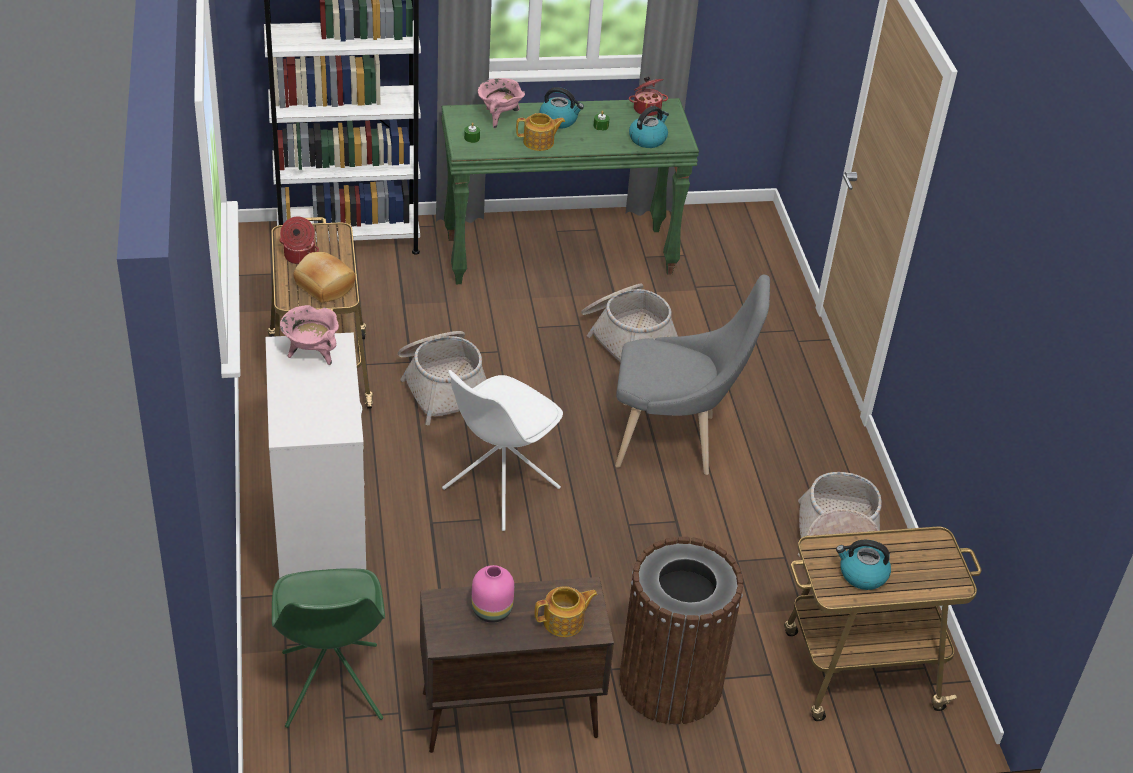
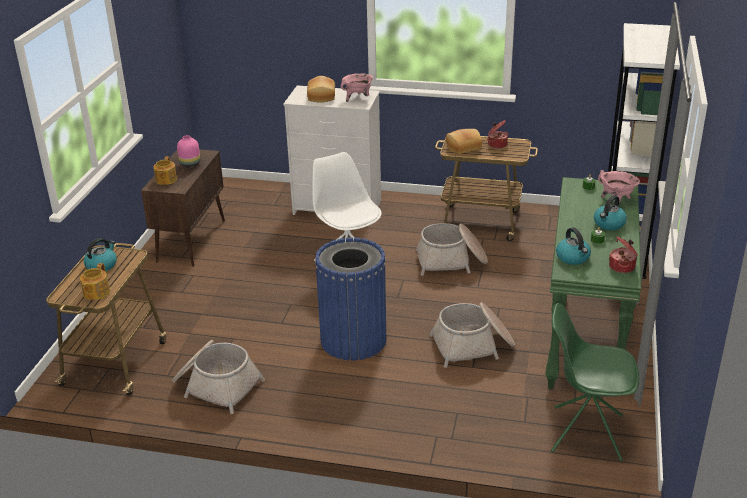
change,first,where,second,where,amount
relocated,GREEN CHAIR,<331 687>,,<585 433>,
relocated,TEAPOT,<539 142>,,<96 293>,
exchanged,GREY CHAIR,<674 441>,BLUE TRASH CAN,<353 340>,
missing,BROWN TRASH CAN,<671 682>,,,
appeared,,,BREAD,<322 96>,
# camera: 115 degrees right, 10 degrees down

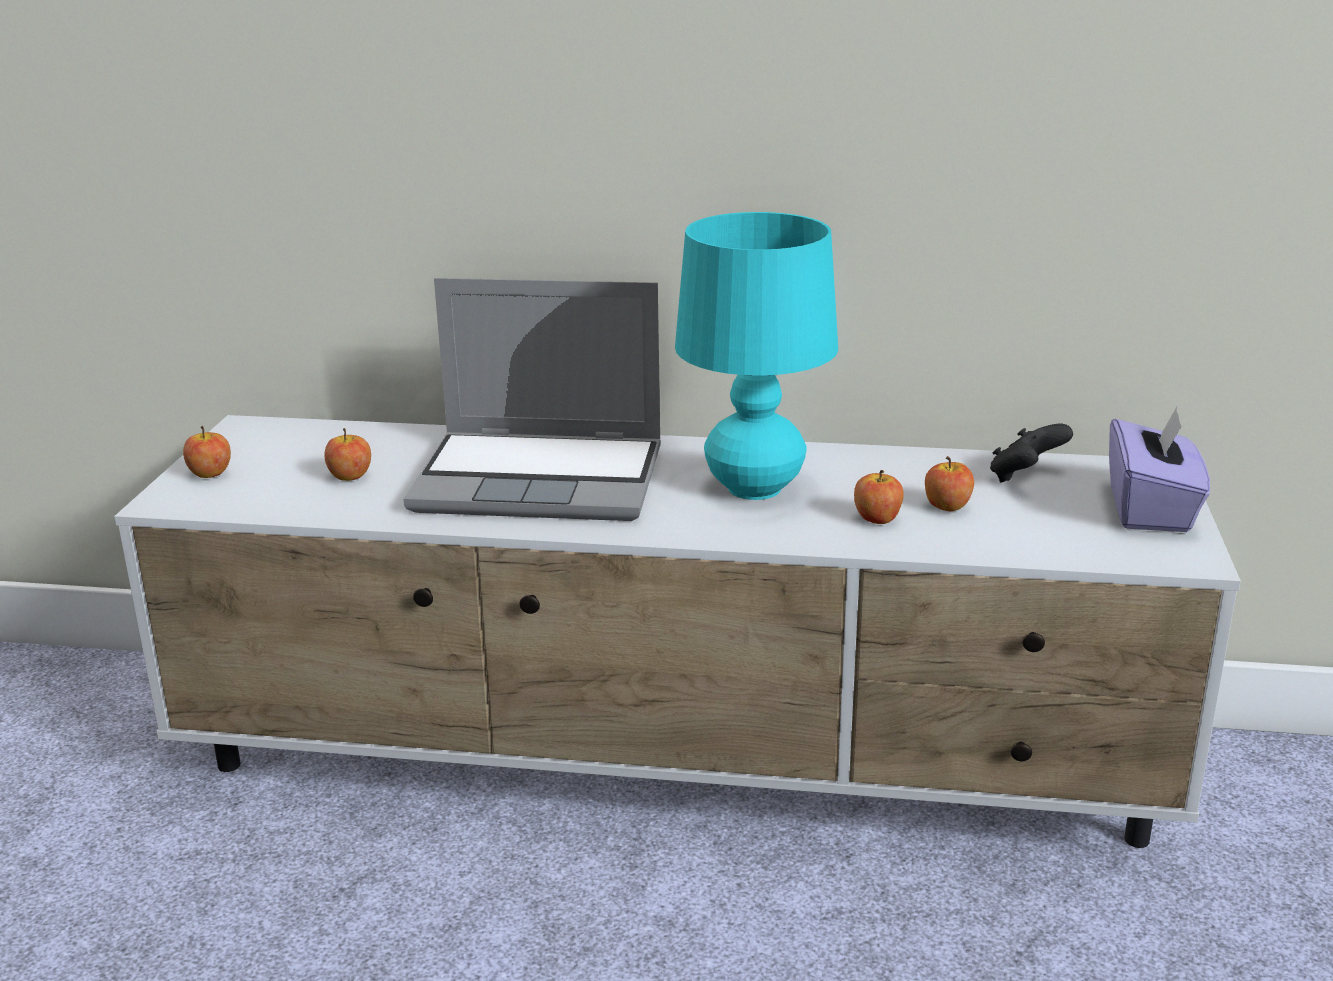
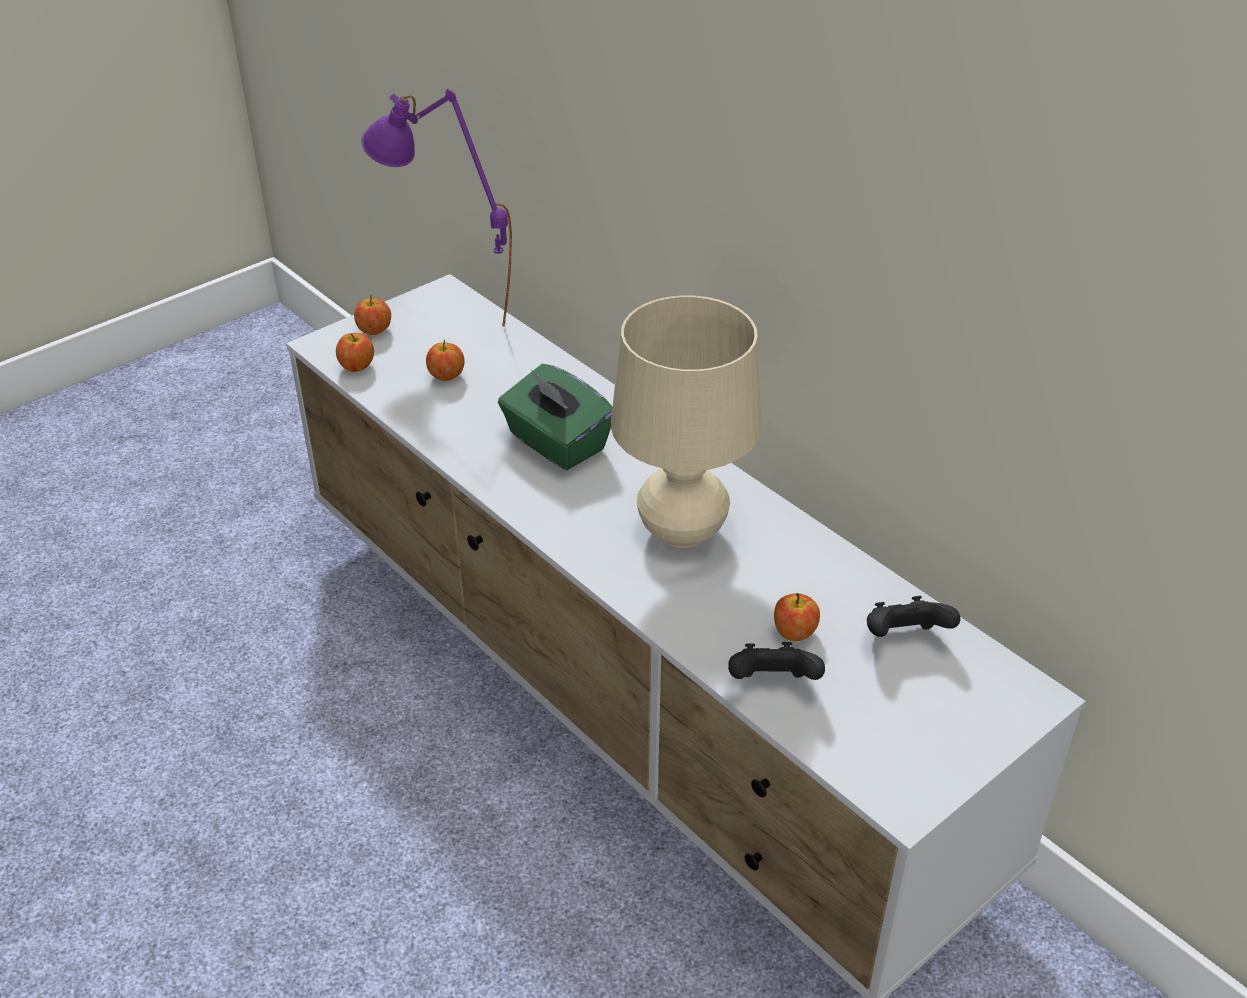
change,first,where,second,where,amount
exchanged,LAPTOP,<543 479>,GREEN TISSUE BOX,<556 443>,
colour,TURQUOISE TABLE LAMP,<754 488>,BEIGE TABLE LAMP,<681 532>,
relocated,APPLE,<877 518>,,<357 366>,
missing,PURPLE TISSUE BOX,<1151 509>,,,
appeared,,,PURPLE TABLE LAMP,<448 318>,
appeared,,,BLACK GAME CONTROLLER,<772 684>,
# camera: 40 degrees right, 15 degrees up

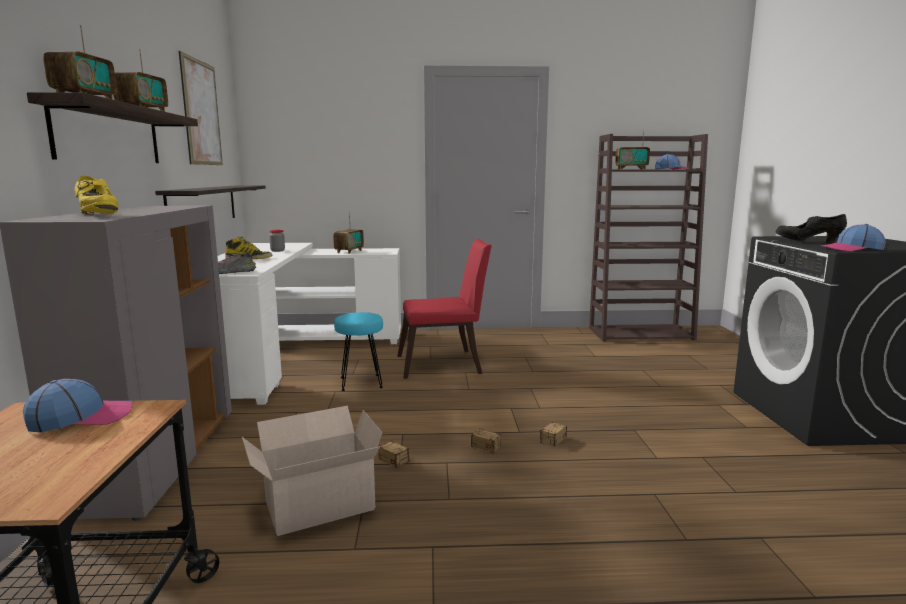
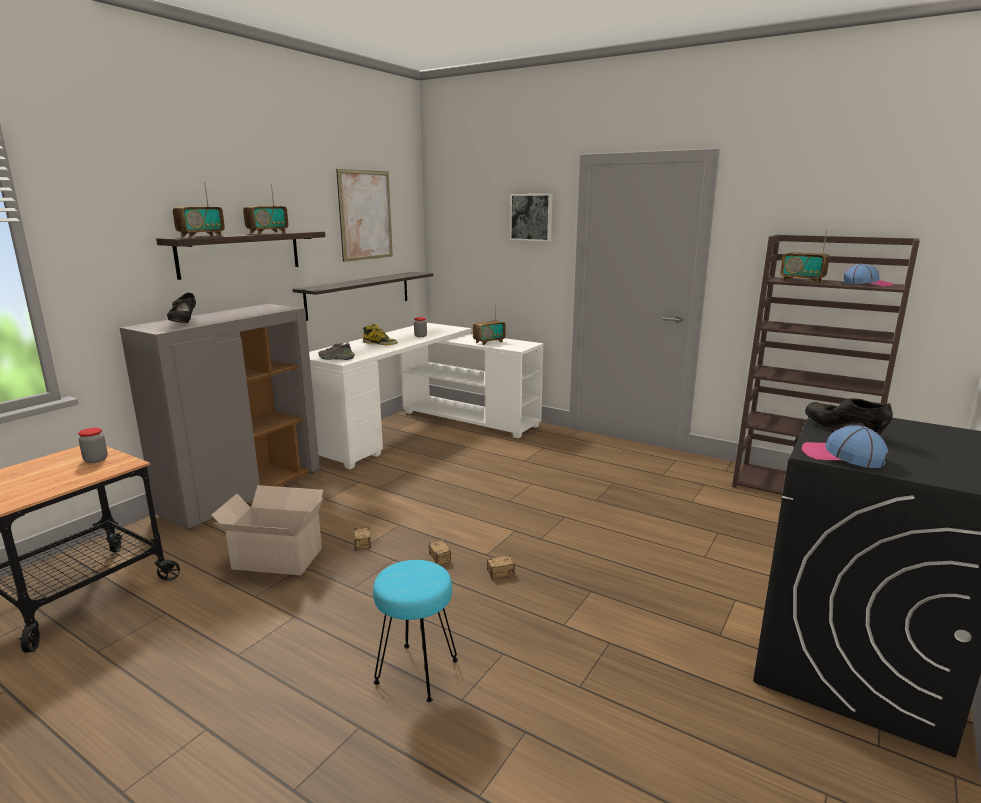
change,first,where,second,where,amount
exchanged,CAP,<81 417>,JAR,<96 460>,
colour,YELLOW SHOE,<97 215>,BLACK SHOE,<184 322>,
relocated,TURQUOISE STOOL,<361 383>,,<416 673>,
missing,RED CHAIR,<445 364>,,,
appeared,,,PICTURE,<531 217>,
# camera: 35 degrees right, 5 degrees up

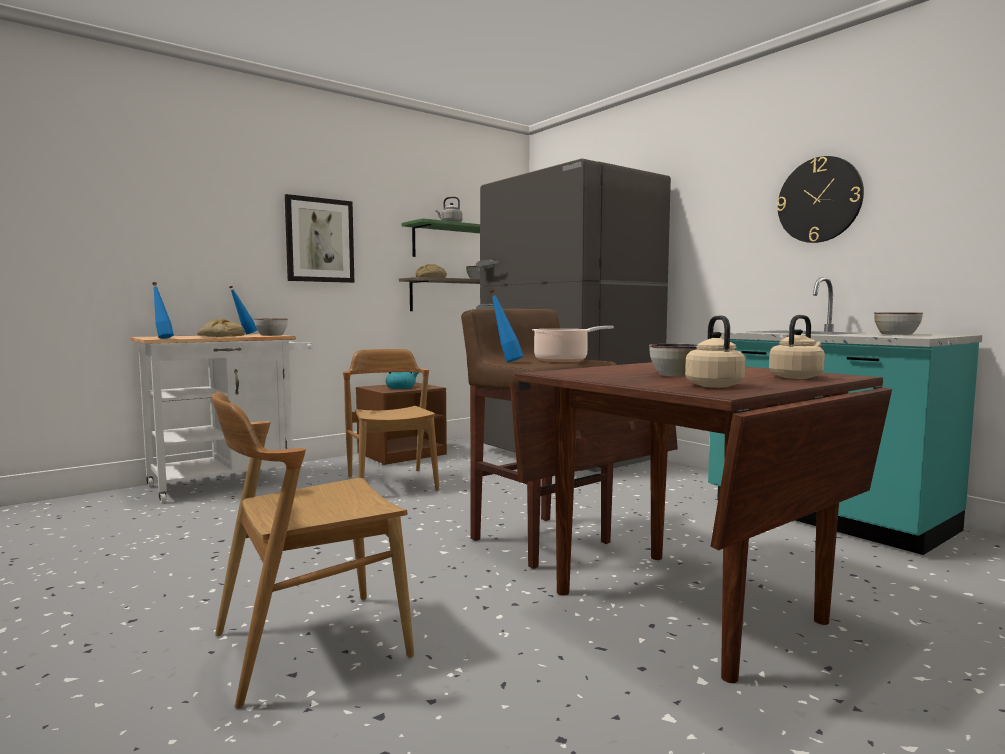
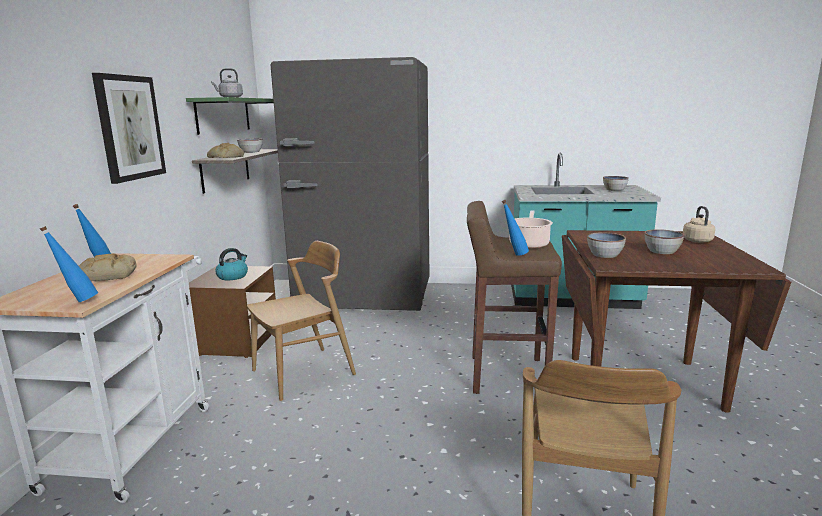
change,first,where,second,where,amount
relocated,BOWL,<271 335>,,<605 255>,
spun,BROWN CHAIR,<392 483>,,<304 373>,120 degrees clockwise
missing,BEIGE KETTLE,<712 385>,,,
missing,WALL CLOCK,<819 200>,,,
# camera: 45 degrees left, 10 degrees up

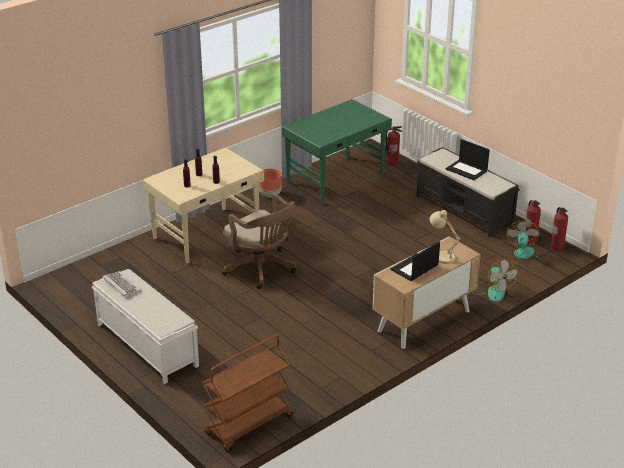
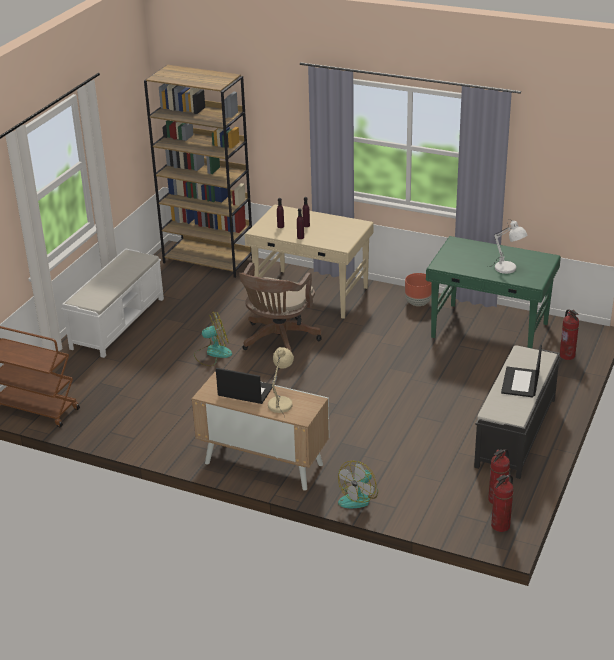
change,first,where,second,where,amount
missing,KEYBOARD,<121 285>,,,
relocated,FAN,<524 256>,,<212 353>,
appeared,,,BROWN BOOKCASE,<209 260>,
appeared,,,WHITE TABLE LAMP,<507 269>,
# camera: 65 degrees right, 0 degrees up

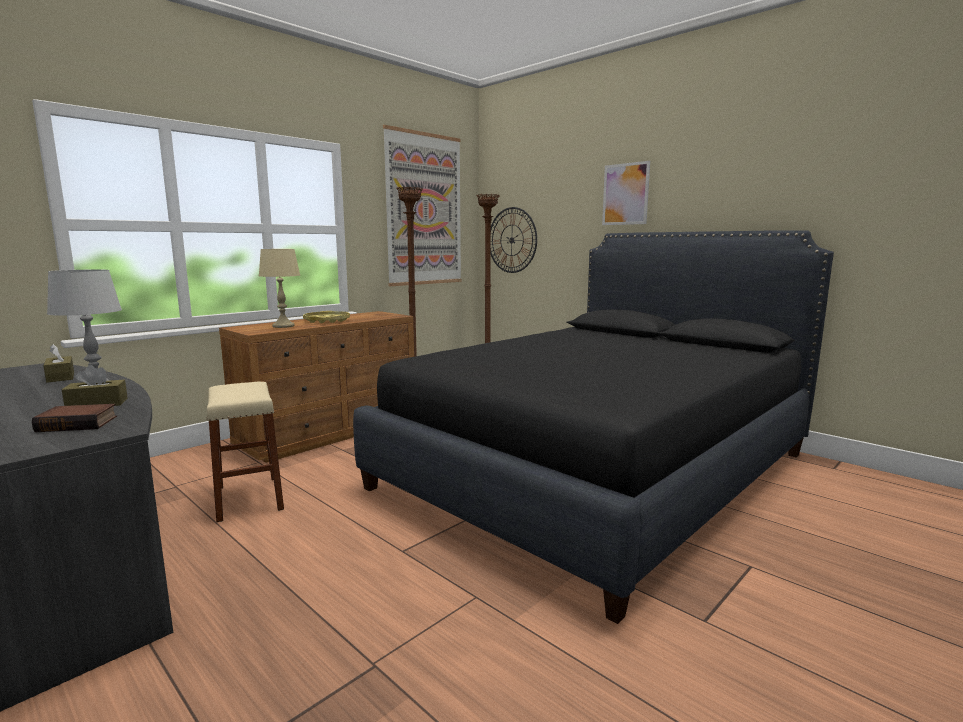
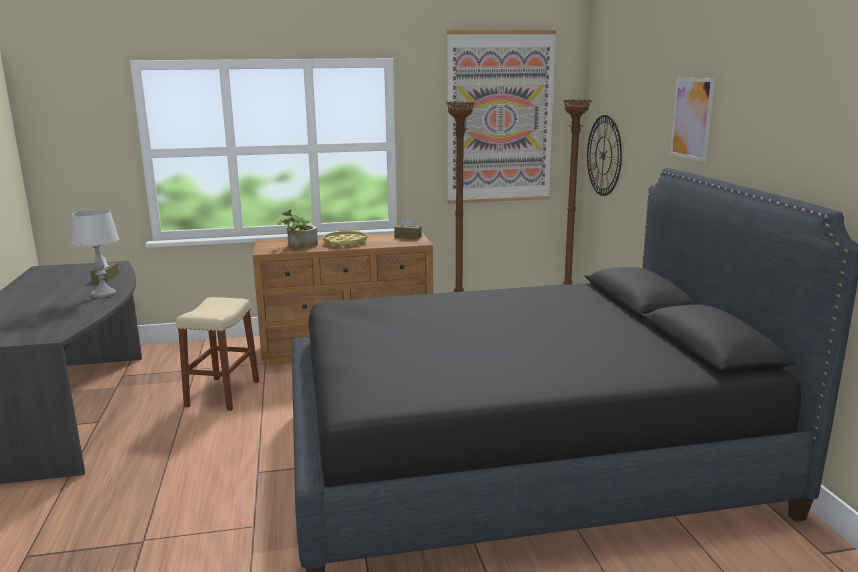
change,first,where,second,where,amount
missing,BOOK,<79 423>,,,
relocated,BROWN TISSUE BOX,<97 404>,,<408 237>,
exchanged,BEIGE TABLE LAMP,<283 326>,POTTED PLANT,<298 246>,
# camera: 35 degrees right, 5 degrees up

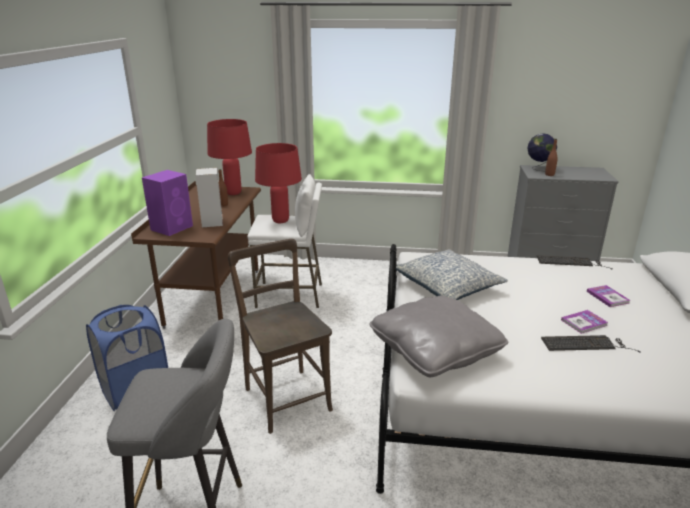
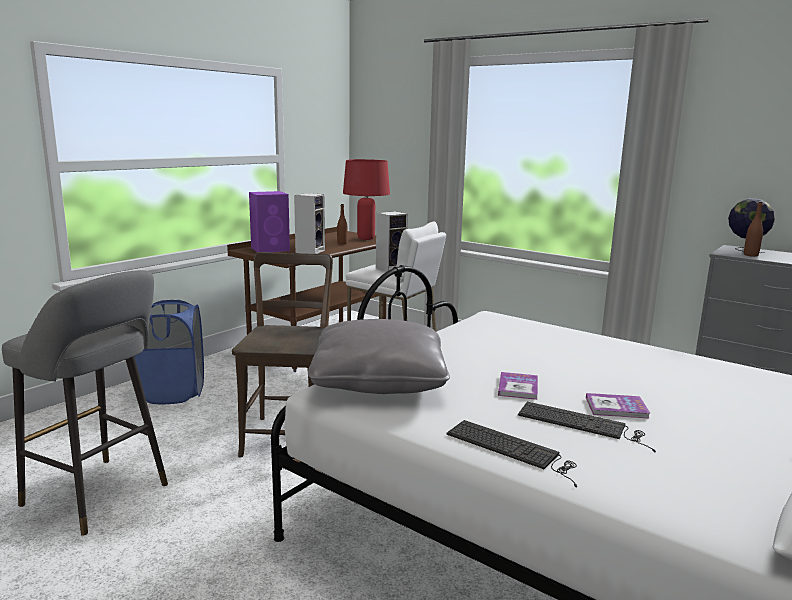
change,first,where,second,where,amount
exchanged,RED TABLE LAMP,<280 221>,SPEAKER,<391 268>,
missing,PILLOW,<448 286>,,,
relocated,KEYBOARD,<571 262>,,<513 450>,
relocated,BOOK,<607 297>,,<518 387>,
# camera: 30 degrees right, 10 degrees down

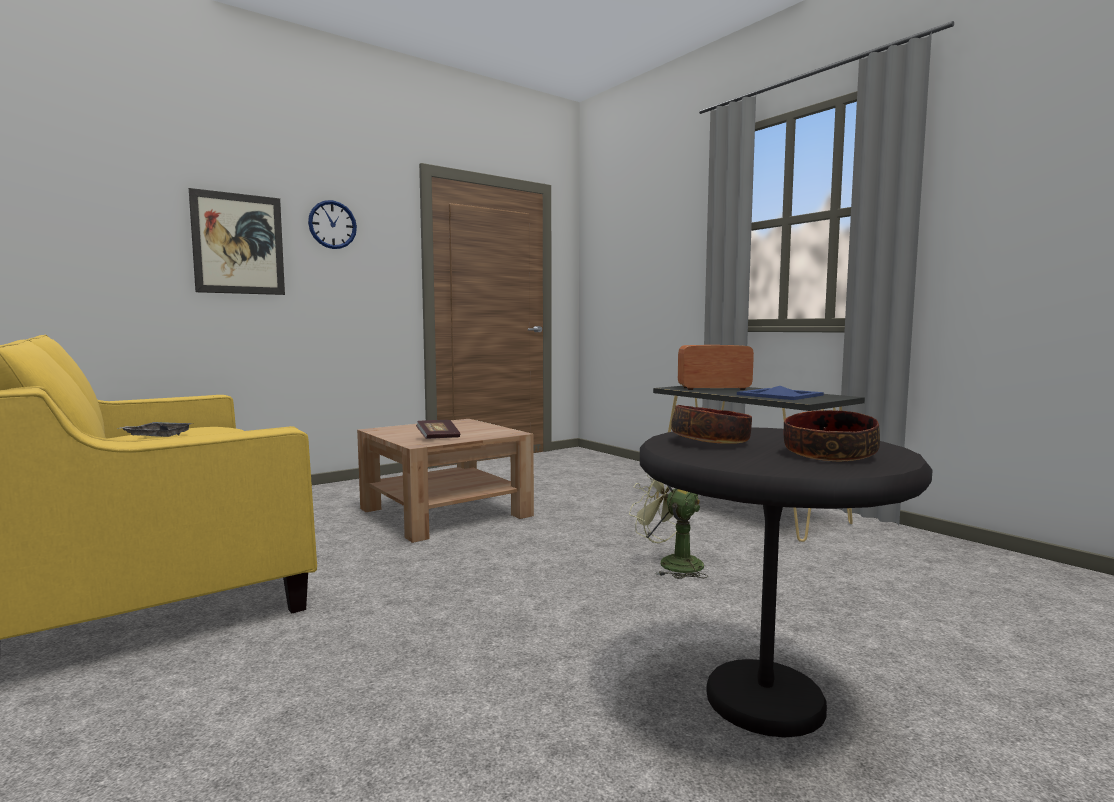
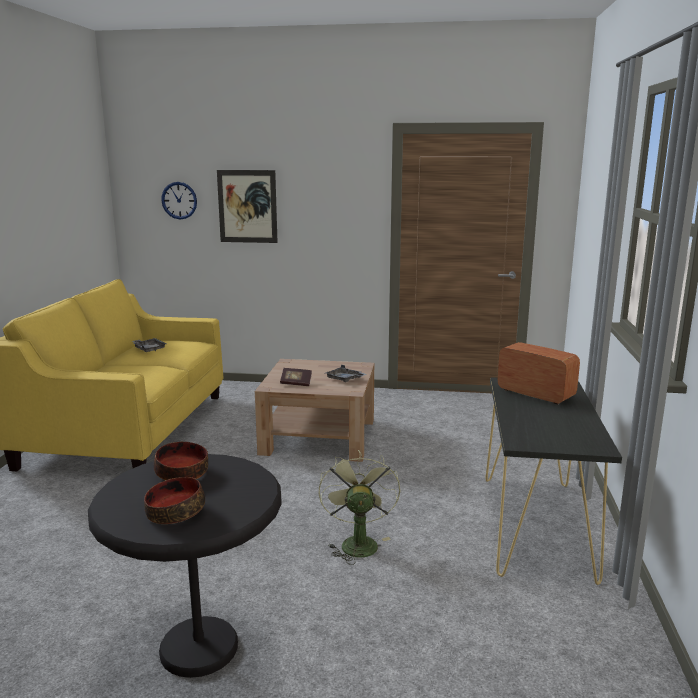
change,first,where,second,where,amount
relocated,WALL CLOCK,<332 224>,,<179 200>,
missing,BLUE TRAY,<780 395>,,,
appeared,,,GREY TRAY,<344 379>,
# camera: 45 degrees right, 10 degrees up

